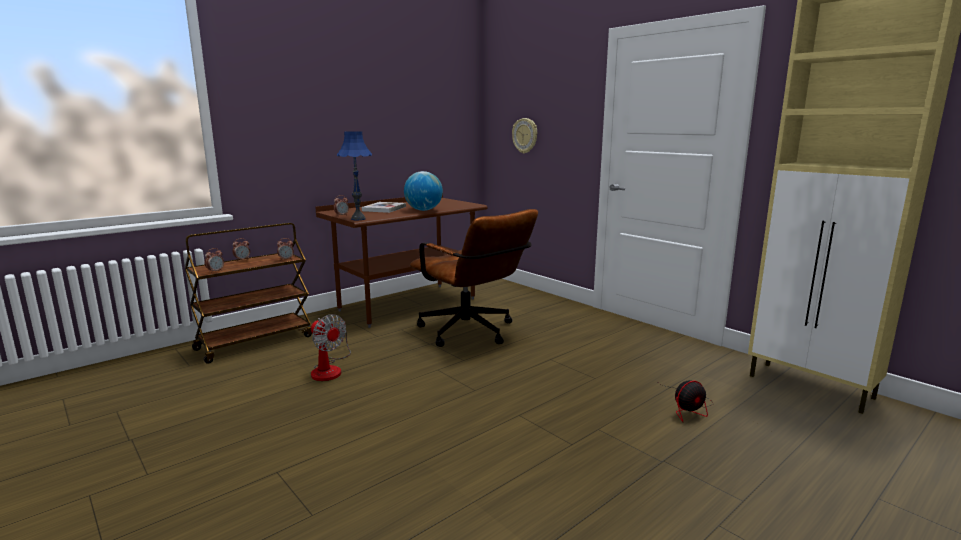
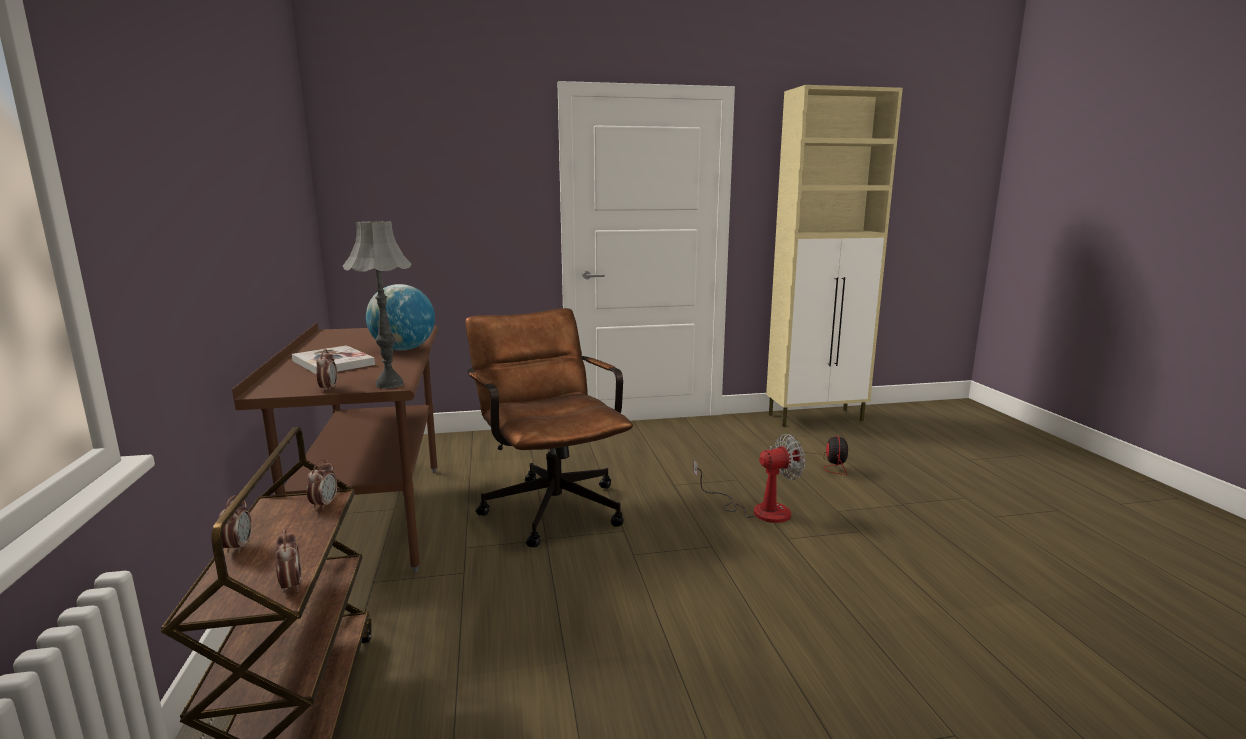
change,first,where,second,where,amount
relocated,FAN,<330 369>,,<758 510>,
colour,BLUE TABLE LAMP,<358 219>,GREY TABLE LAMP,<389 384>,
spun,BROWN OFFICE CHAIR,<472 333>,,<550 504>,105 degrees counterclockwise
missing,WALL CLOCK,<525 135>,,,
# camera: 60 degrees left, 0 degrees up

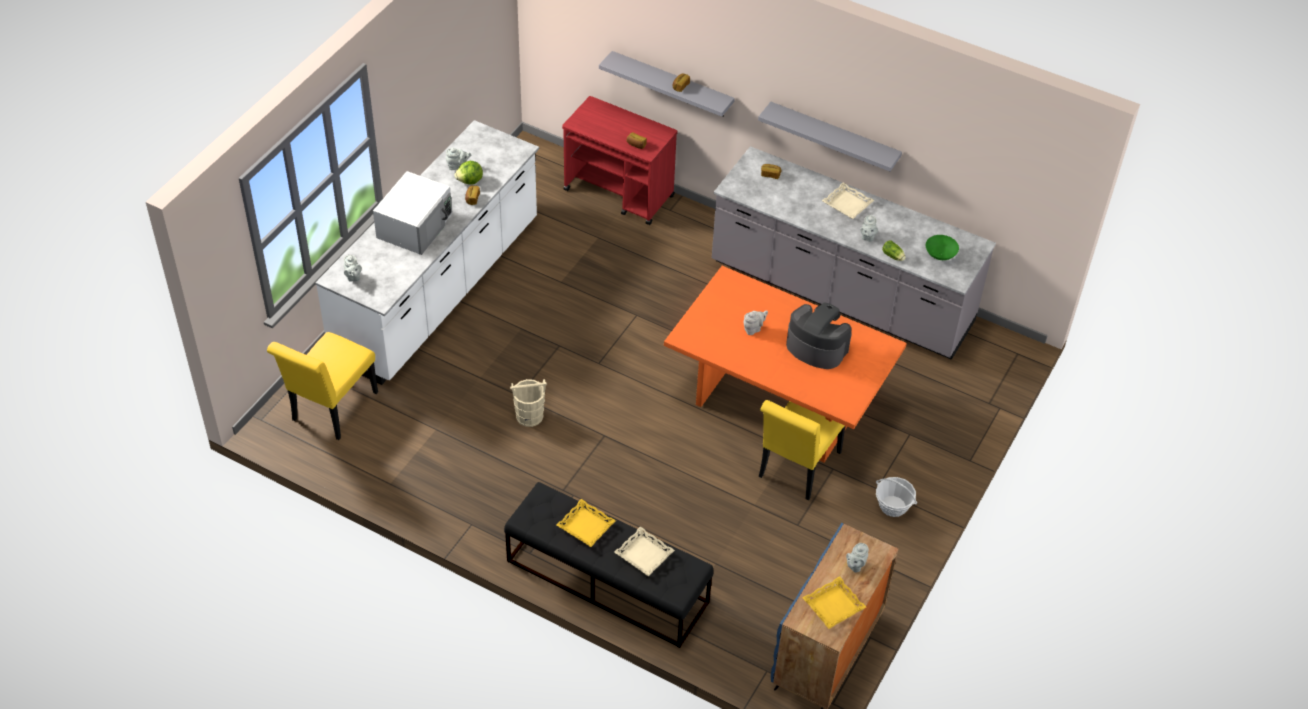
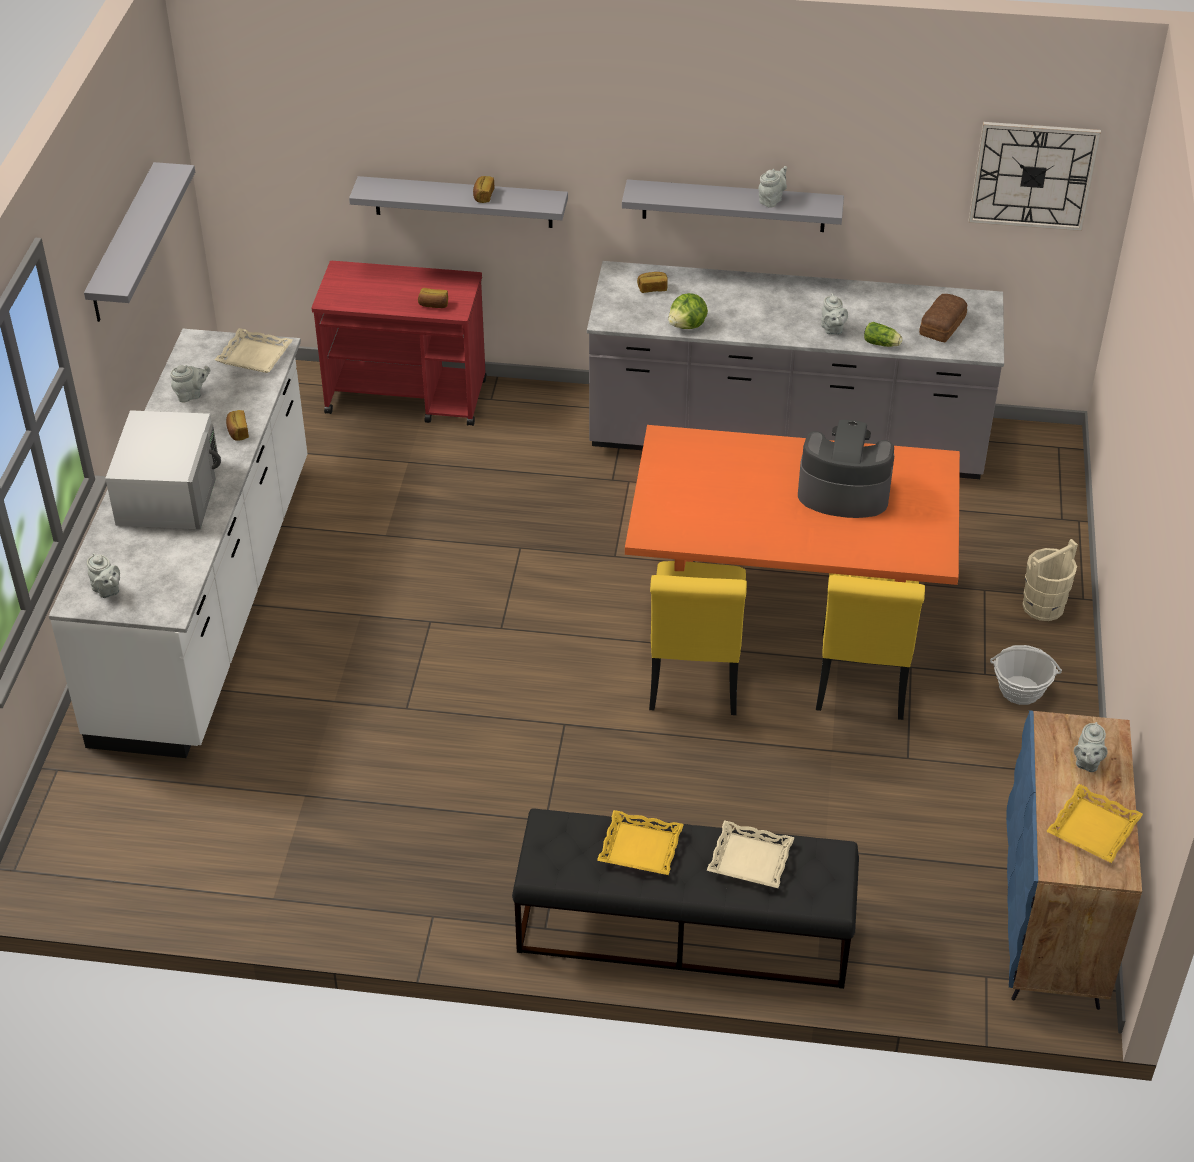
change,first,where,second,where,amount
relocated,YELLOW CHAIR,<331 410>,,<694 680>,
relocated,LETTUCE,<470 181>,,<687 326>,
relocated,BEIGE BUCKET,<529 416>,,<1042 606>,
relocated,GREY TEAPOT,<753 329>,,<771 200>,
relocated,BEIGE TRAY,<847 204>,,<255 355>,
exchanged,GREEN BOWL,<939 255>,BREAD,<941 325>,
appeared,,,GREY SHELF,<123 244>,
appeared,,,WALL CLOCK,<1033 175>,
# camera: 20 degrees left, 5 degrees down

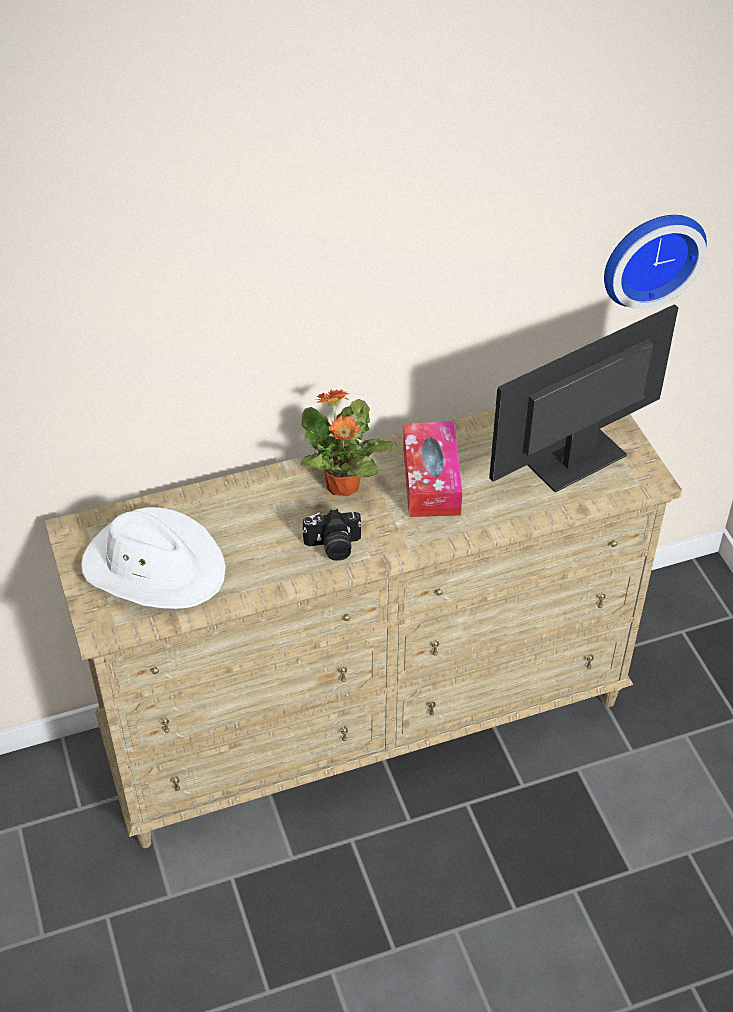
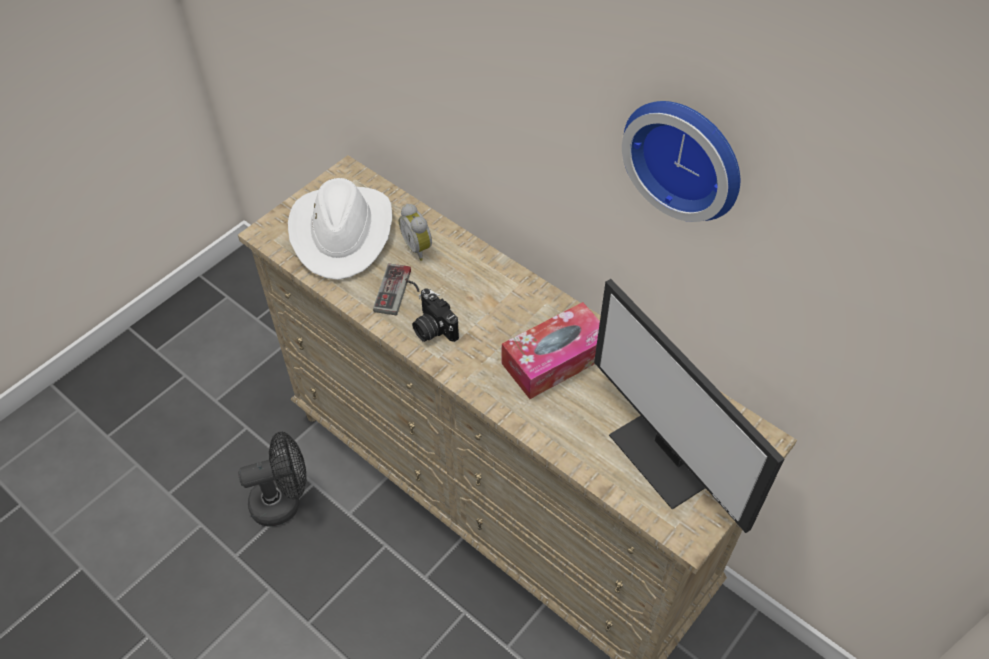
change,first,where,second,where,amount
missing,POTTED PLANT,<342 486>,,,
spun,MONITOR,<574 459>,,<666 456>,150 degrees counterclockwise
relocated,WALL CLOCK,<650 256>,,<687 156>,
appeared,,,BLACK FAN,<283 501>,
appeared,,,GAME CONTROLLER,<399 291>,
appeared,,,ALARM CLOCK,<419 247>,
# camera: 60 degrees right, 5 degrees up

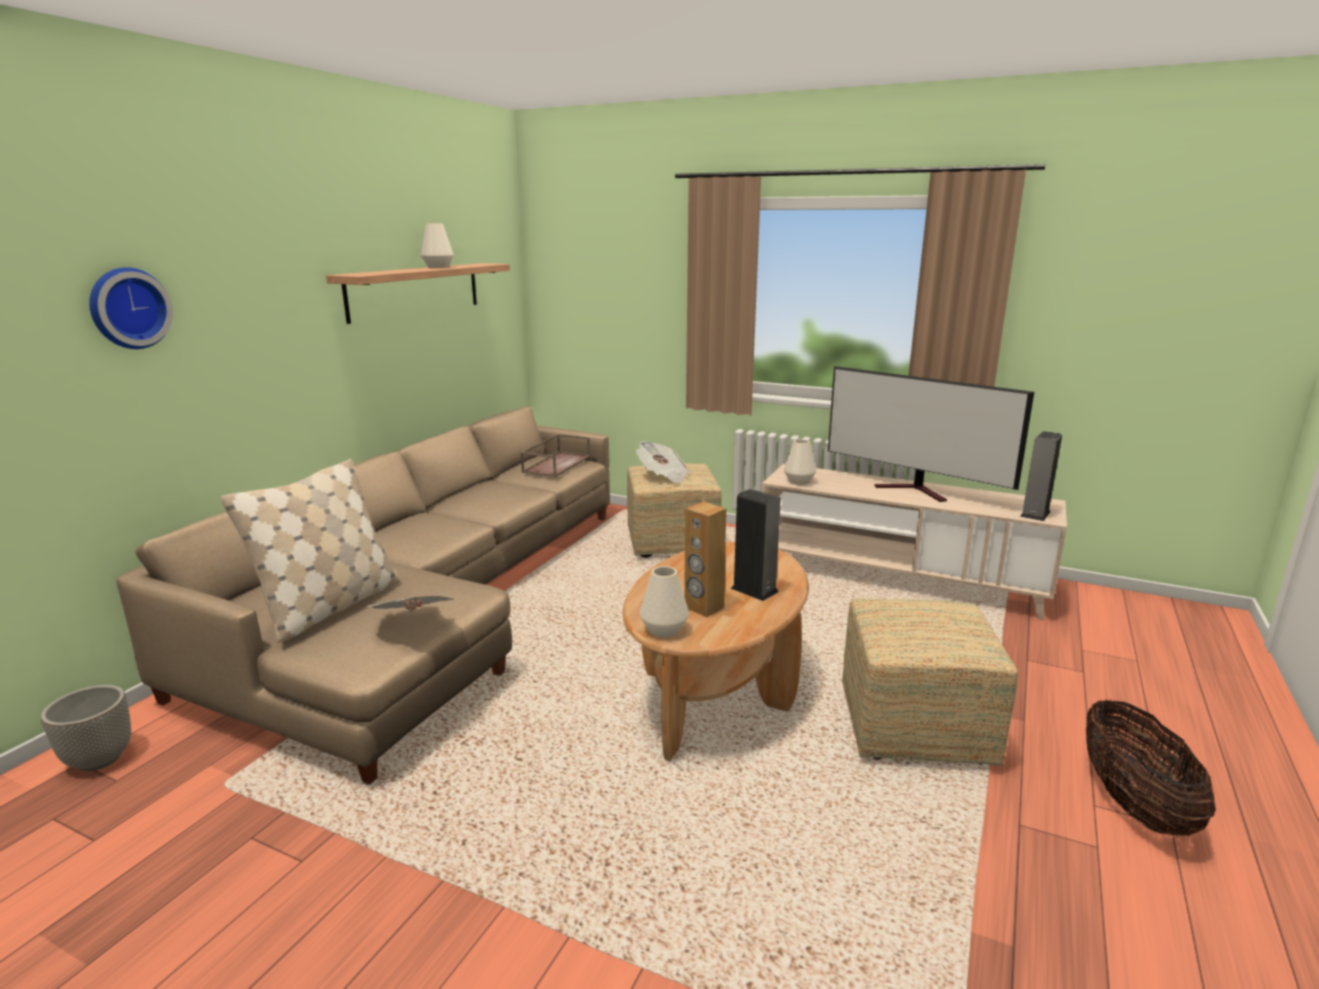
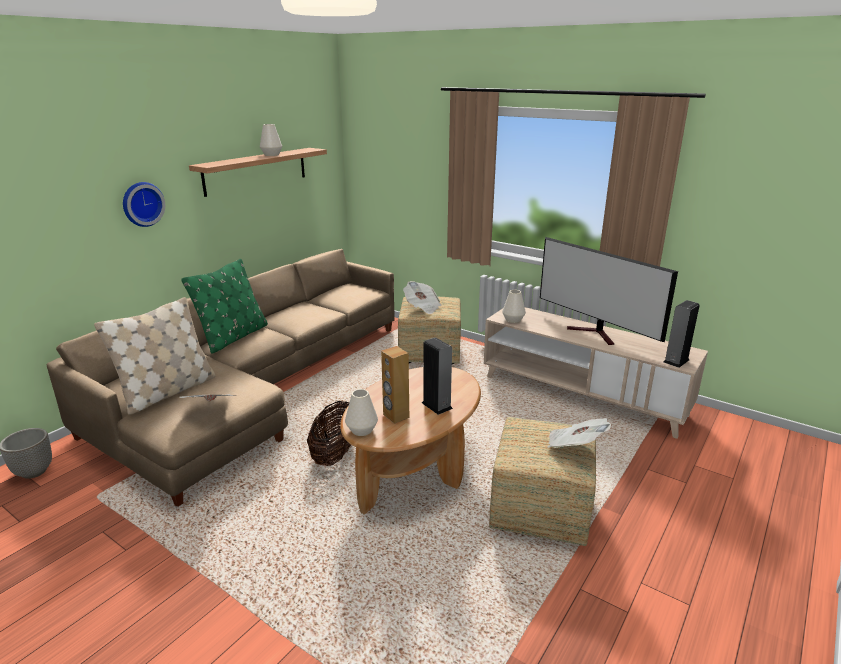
change,first,where,second,where,amount
relocated,WALL CLOCK,<127 308>,,<142 204>,
missing,BROWN TRAY,<556 464>,,,
relocated,BASKET,<1133 804>,,<334 453>,
appeared,,,GREEN PILLOW,<233 337>,
appeared,,,NEWSPAPER,<574 446>,
# camera: 10 degrees right, 5 degrees up

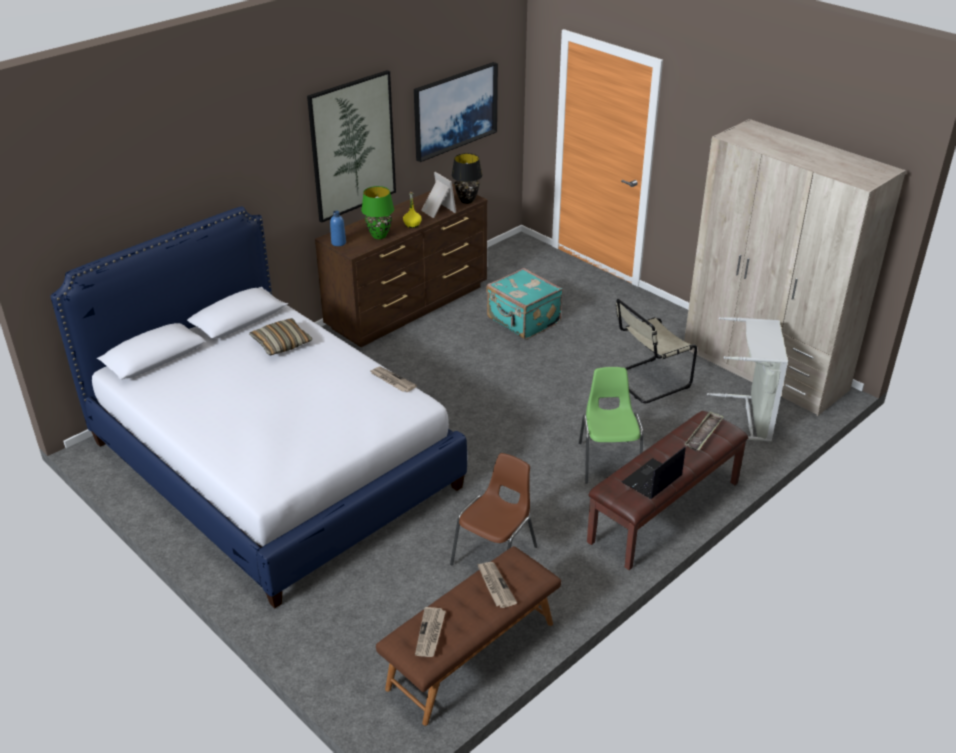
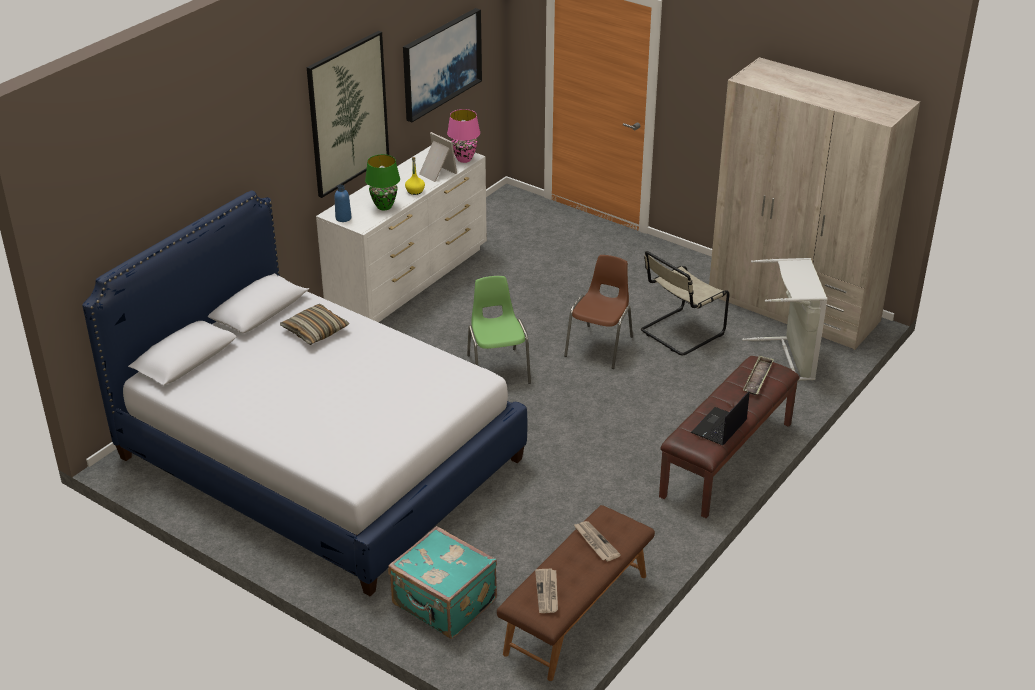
change,first,where,second,where,amount
colour,BROWN DRESSER,<409 307>,WHITE DRESSER,<409 279>,
missing,NEWSPAPER,<392 380>,,,
relocated,BROWN CHAIR,<496 555>,,<600 346>,
colour,BLACK TABLE LAMP,<466 201>,PINK TABLE LAMP,<464 159>,
relocated,TURQUOISE SUITCASE,<523 321>,,<443 604>,
relocated,GREEN CHAIR,<608 461>,,<498 368>,
# camera: 10 degrees left, 0 degrees up

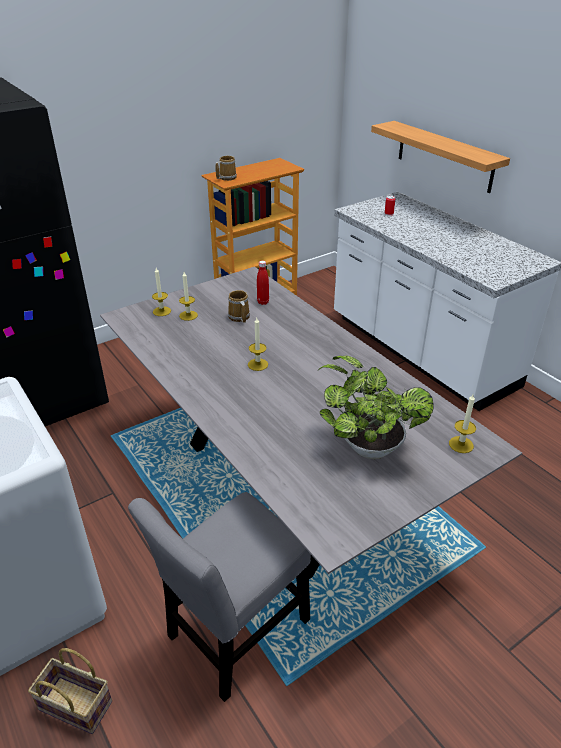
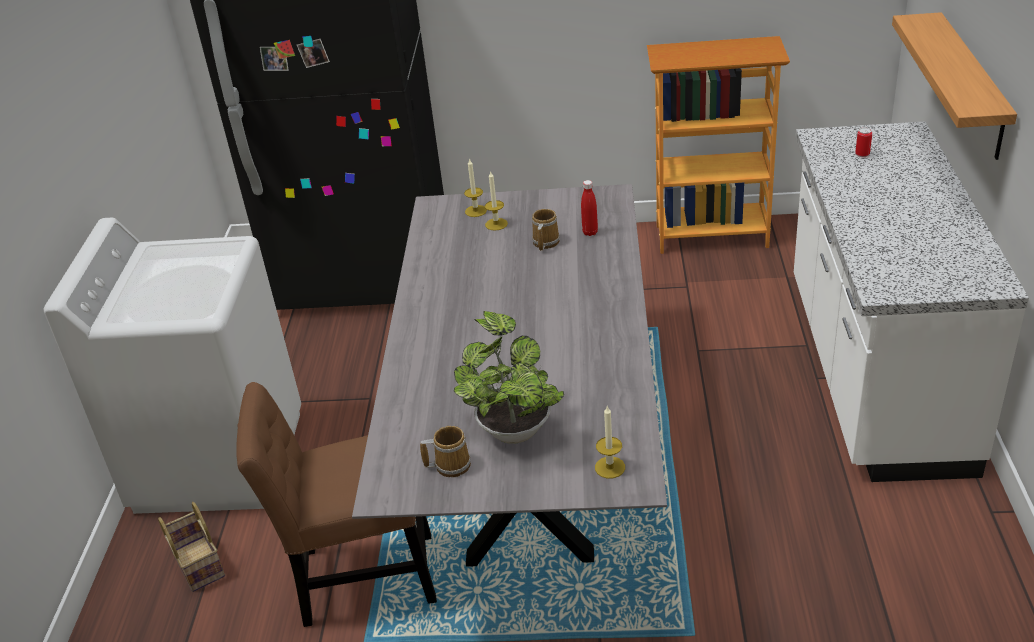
change,first,where,second,where,amount
colour,GREY CHAIR,<234 634>,BROWN CHAIR,<360 578>,
relocated,MUG,<226 178>,,<450 464>,
missing,CANDLE,<258 364>,,,
# camera: 40 degrees right, 0 degrees up

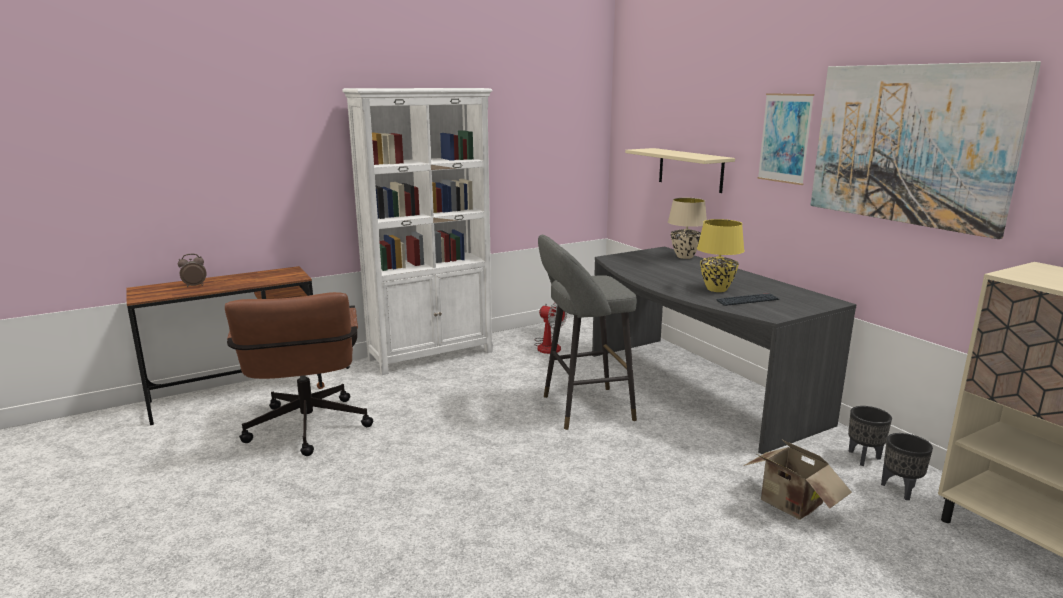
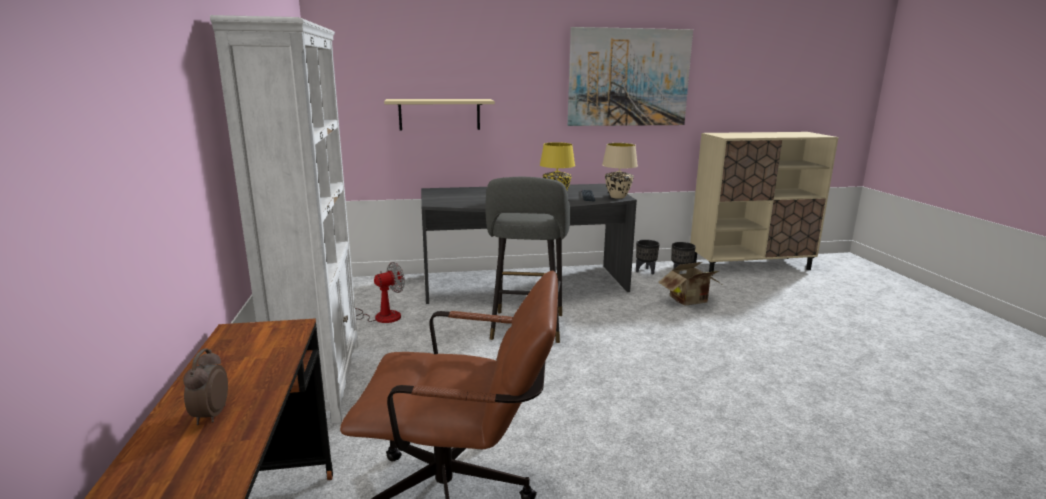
change,first,where,second,where,amount
relocated,BEIGE TABLE LAMP,<684 256>,,<617 197>,
missing,PICTURE,<785 138>,,,
# camera: 70 degrees left, 0 degrees up

